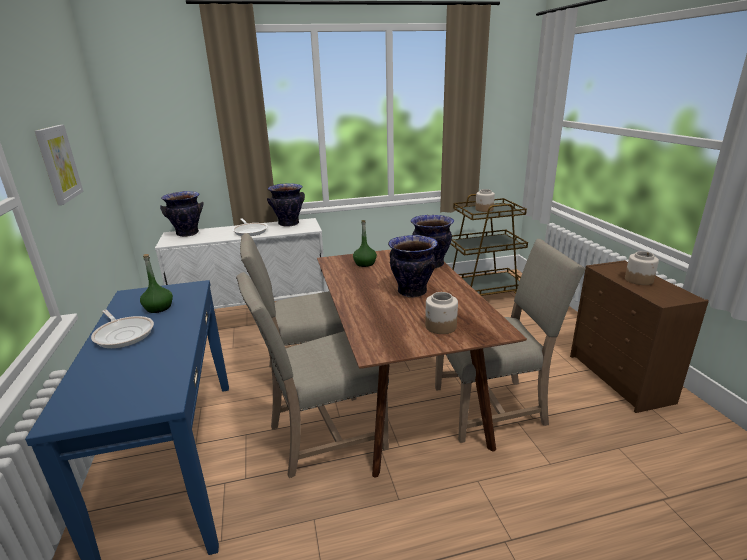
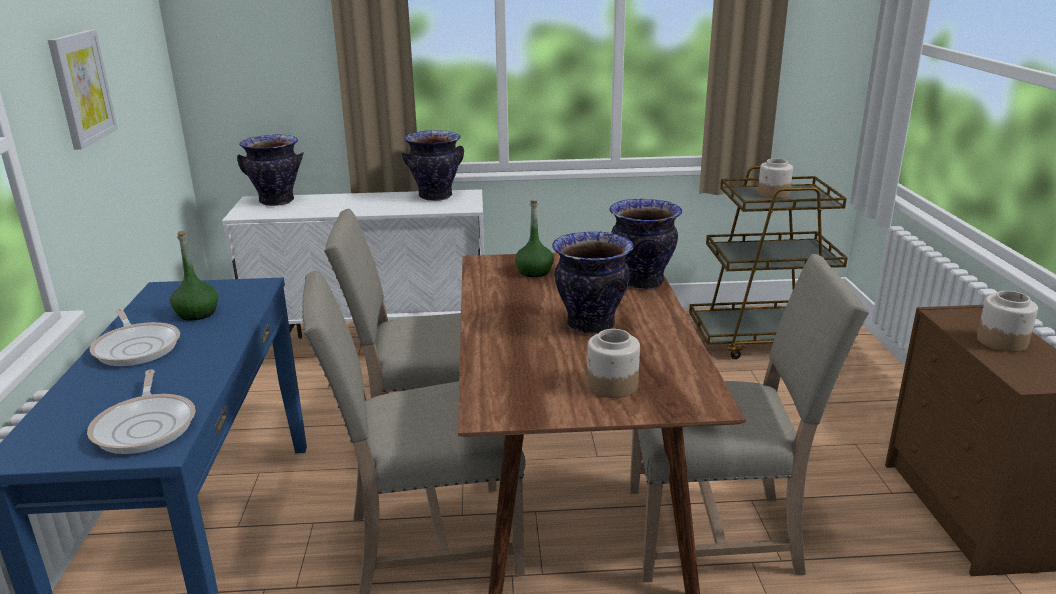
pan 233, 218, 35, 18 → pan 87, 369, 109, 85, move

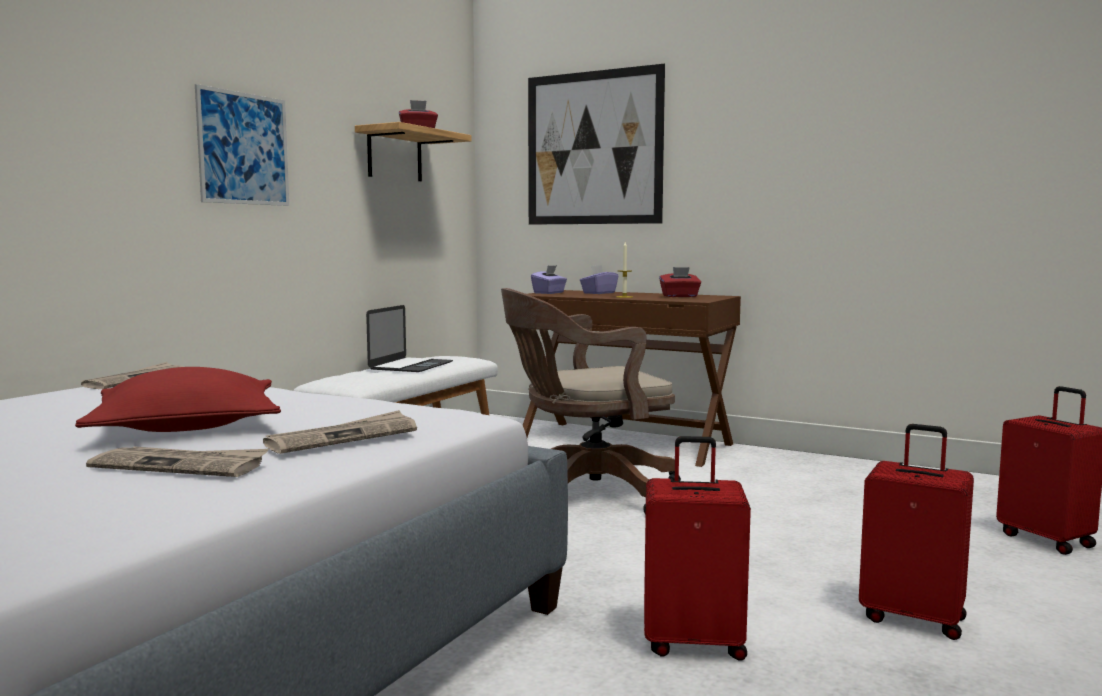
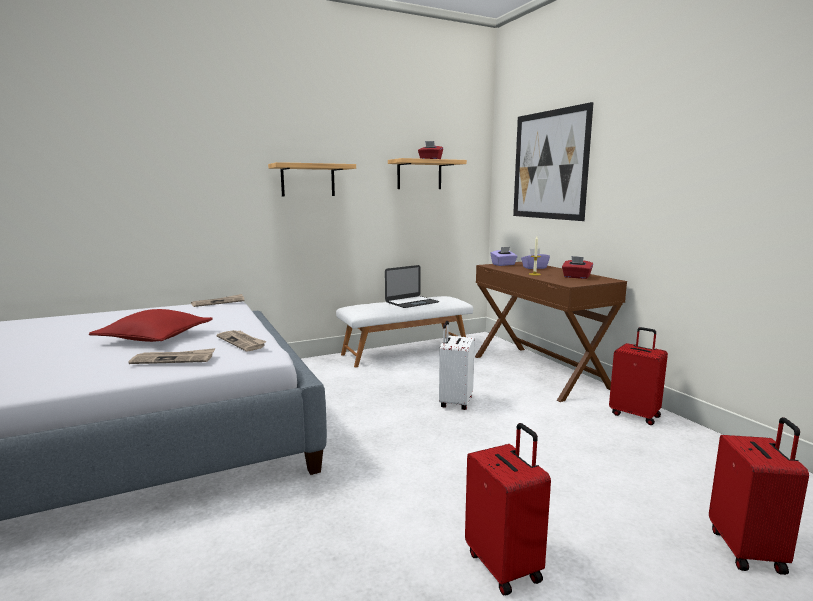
printed paper 86, 447, 183, 30 → printed paper 217, 330, 50, 21, move
wall art 195, 84, 94, 122 → wall shelf 268, 162, 88, 34
brown desk chair 501, 288, 180, 226 → white-coloured suitcase 439, 321, 36, 89
red-coloured suitcase 644, 436, 107, 225 → red-coloured suitcase 609, 327, 59, 98, move

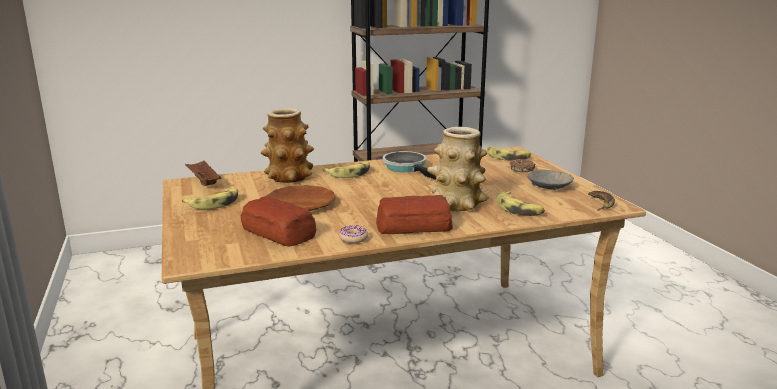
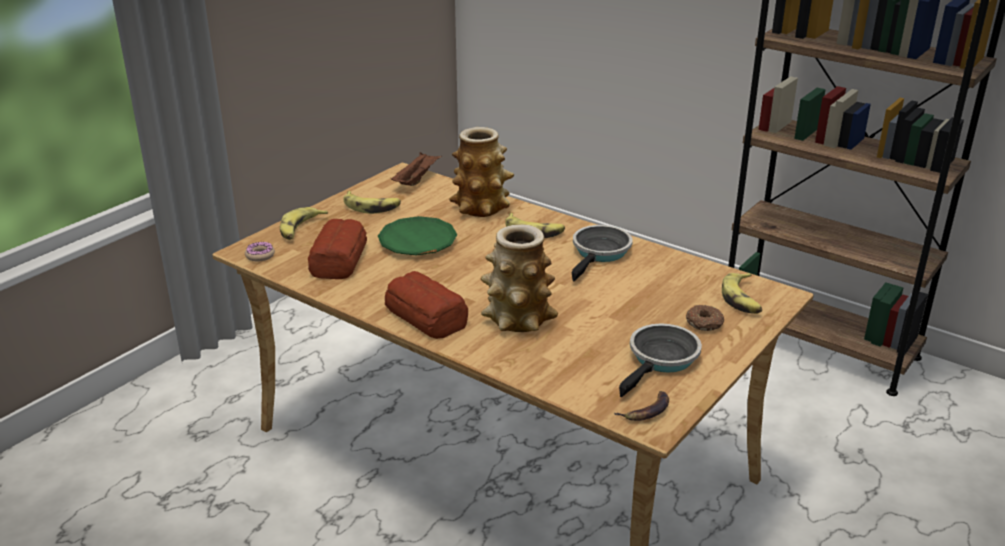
brown plate 266, 185, 70, 26 → green-coloured plate 378, 216, 79, 39
doughnut 339, 225, 29, 18 → doughnut 245, 242, 30, 20, move
banana 496, 191, 49, 25 → banana 280, 207, 48, 33, move
grey bowl 527, 170, 47, 20 → pan 619, 324, 83, 73

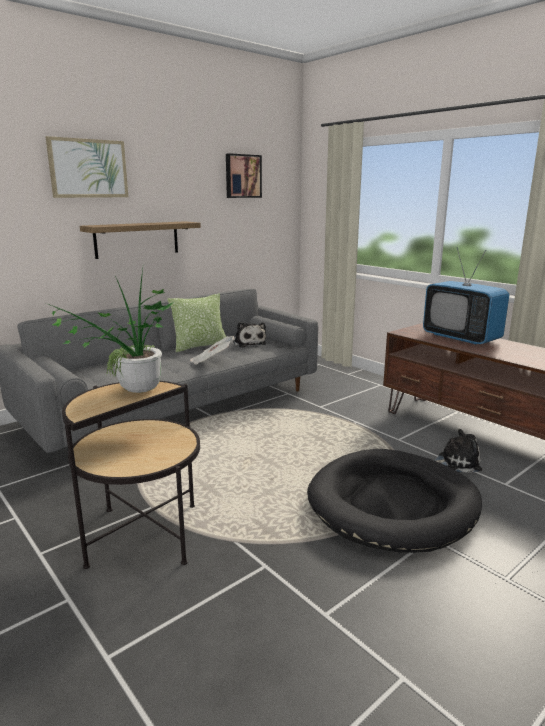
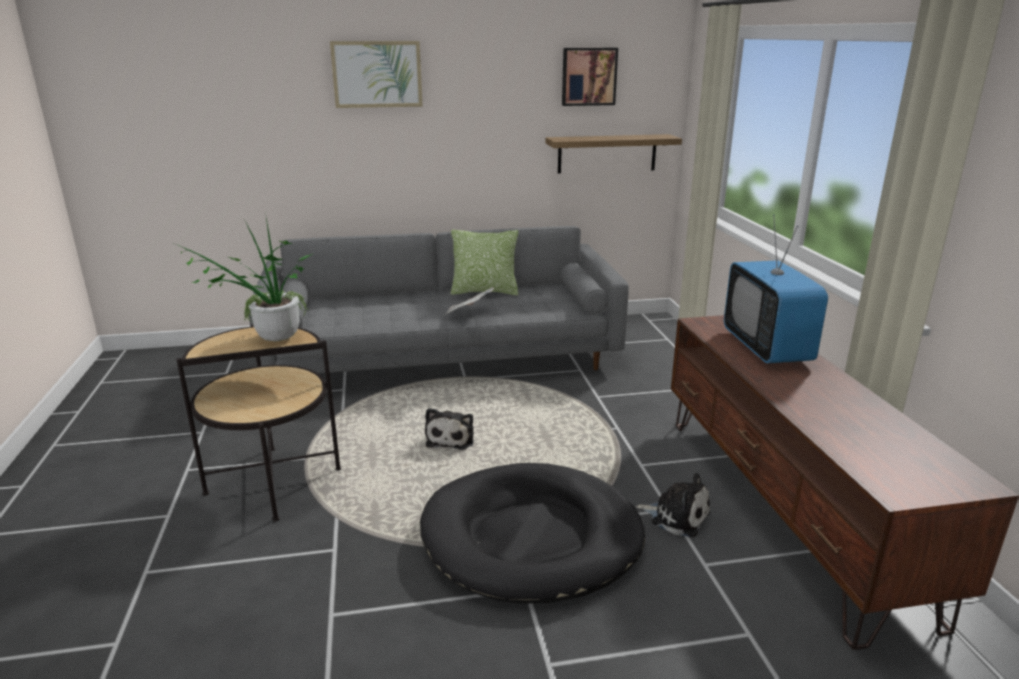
wall shelf 80, 221, 121, 38 → wall shelf 545, 134, 137, 40, move
cuddly toy 233, 322, 33, 26 → cuddly toy 425, 408, 49, 42, move

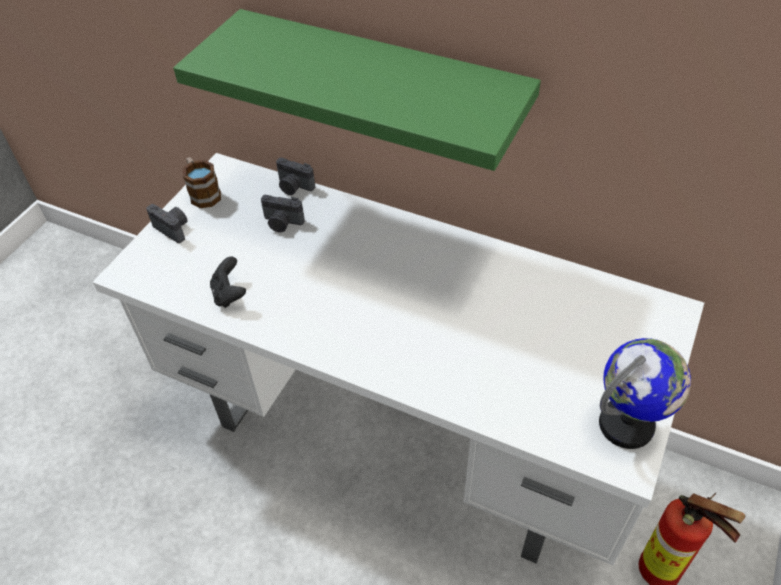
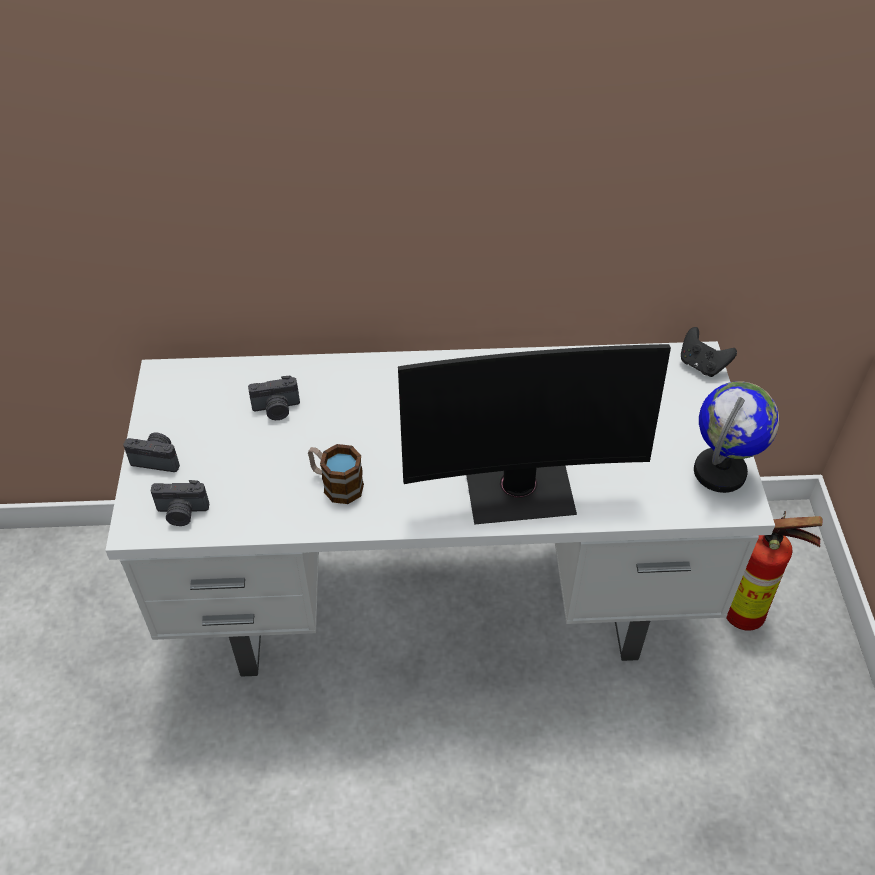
green-coloured wall shelf 173, 9, 368, 162 → -
coffee mug 183, 157, 38, 51 → coffee mug 308, 444, 56, 60, move
black-coloured game controller 210, 257, 36, 51 → black-coloured game controller 681, 327, 56, 50, move
still camera 276, 158, 39, 37 → still camera 151, 480, 58, 46, move
- → monitor 398, 344, 273, 180

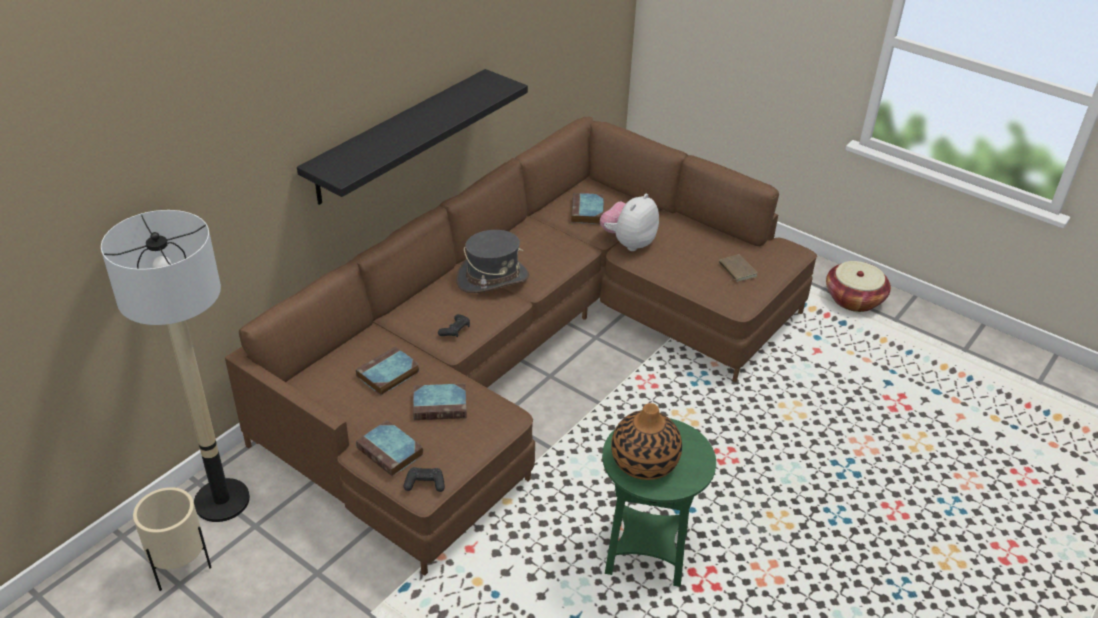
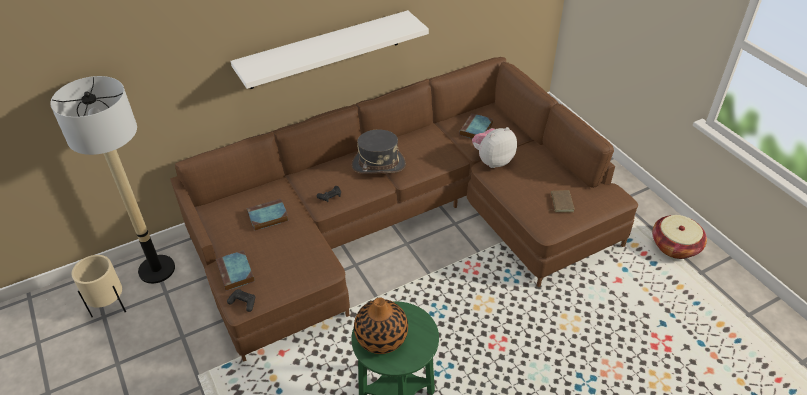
black-coloured wall shelf 297, 69, 231, 136 → white-coloured wall shelf 231, 10, 198, 79
bound book 413, 383, 54, 37 → -

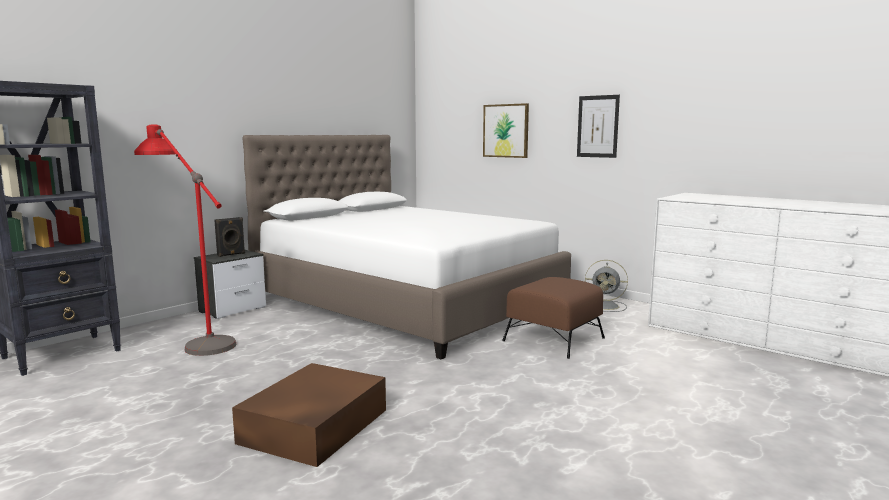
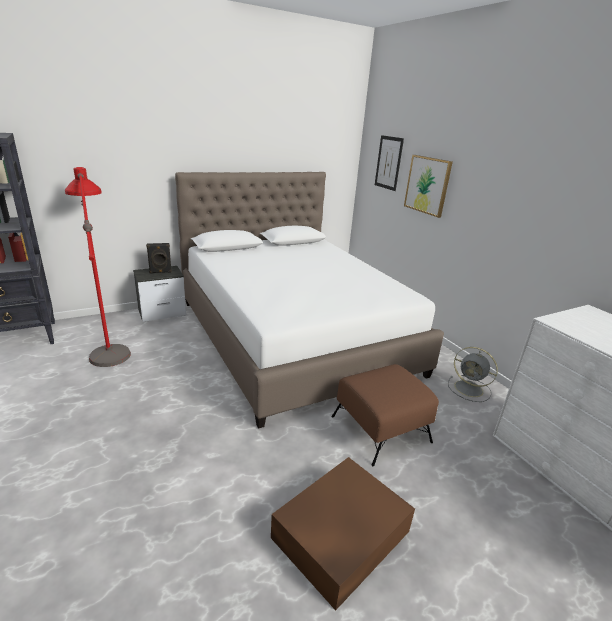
brown storage box 232, 363, 154, 104 → brown storage box 271, 457, 144, 154, move
wall art 577, 95, 43, 63 → wall art 375, 135, 29, 56, move

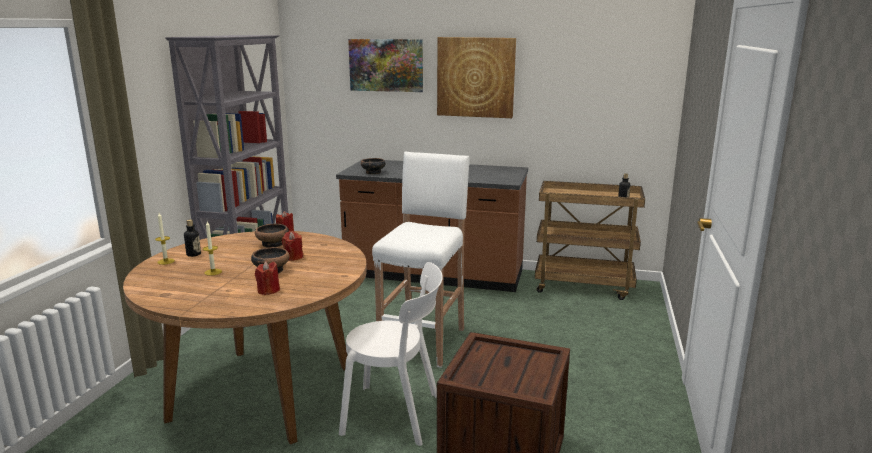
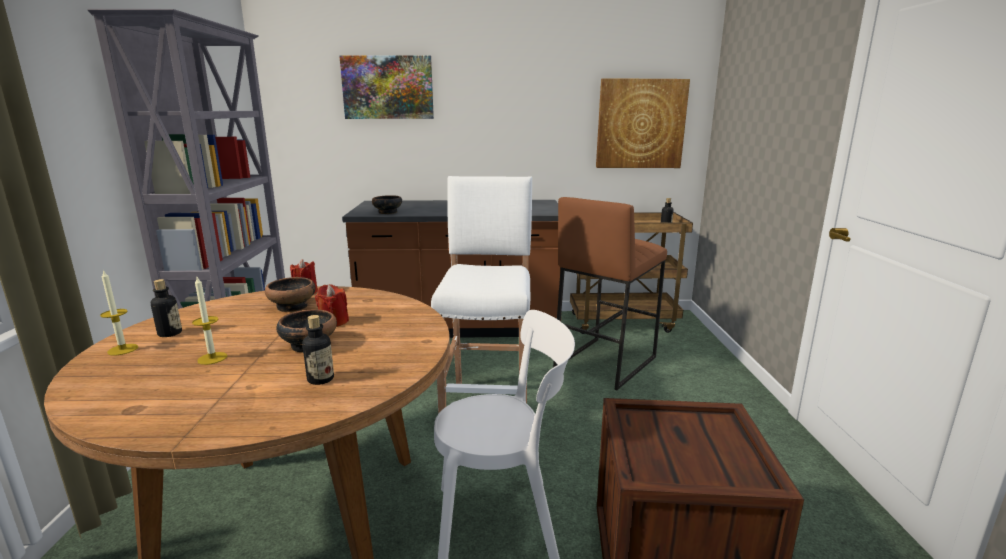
red-coloured candle 255, 261, 25, 34 → beverage bottle 303, 315, 31, 70
wall art 437, 37, 79, 81 → wall art 596, 78, 94, 90, move
- → brown stool seat 553, 197, 114, 193

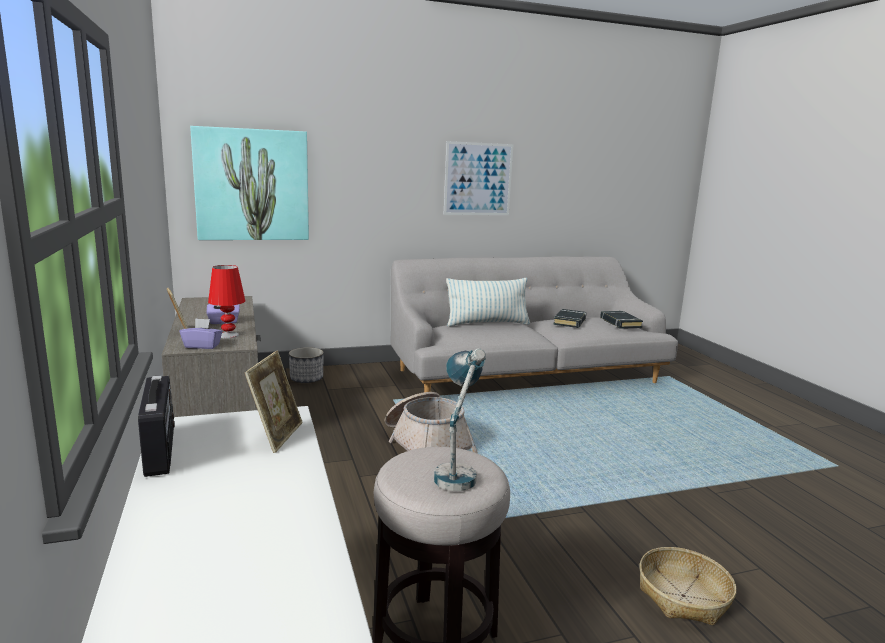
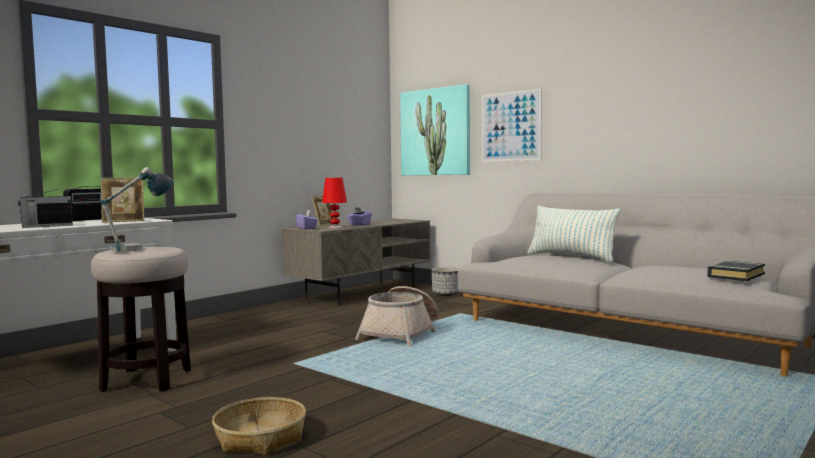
wall art 444, 141, 69, 74 → wall art 482, 88, 60, 74, move
black-coloured bound book 553, 309, 33, 19 → -
- → radio receiver 18, 188, 55, 40

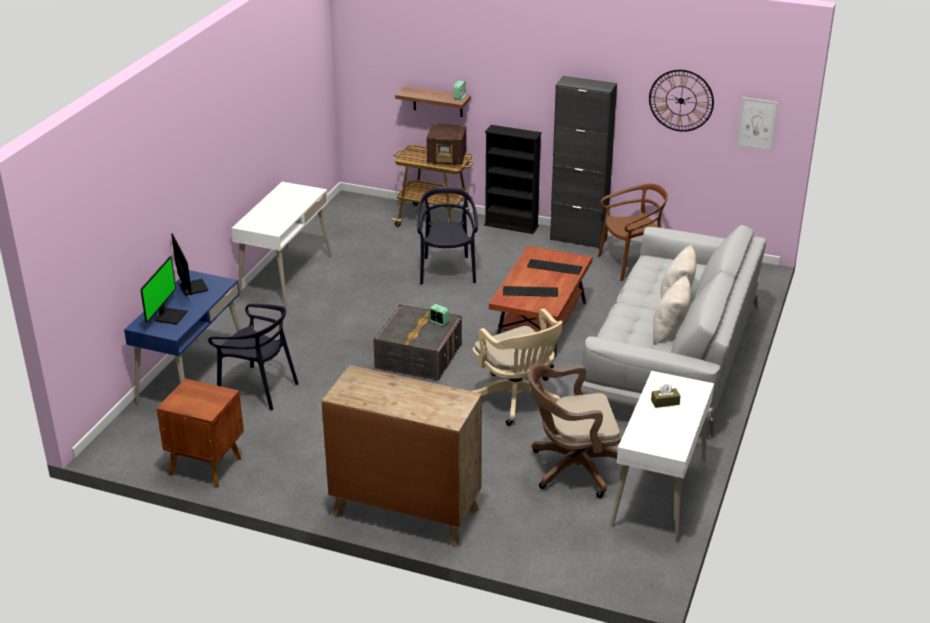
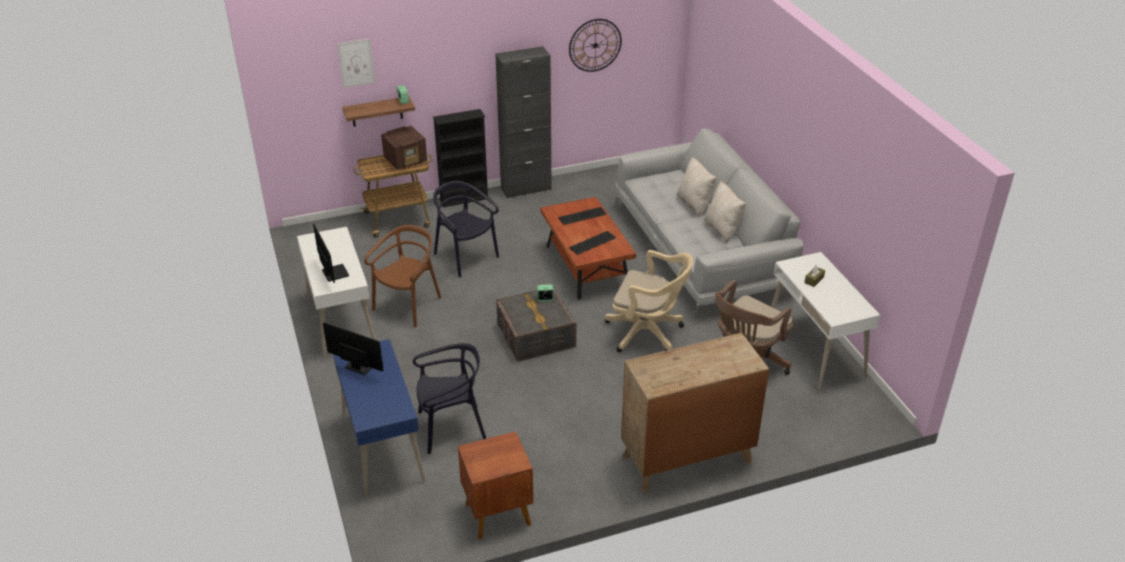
monitor 140, 256, 47, 69 → monitor 313, 224, 36, 59, move
brown plain chair 598, 184, 70, 97 → brown plain chair 364, 225, 77, 102, move
wall art 737, 97, 42, 54 → wall art 337, 39, 38, 49, move

